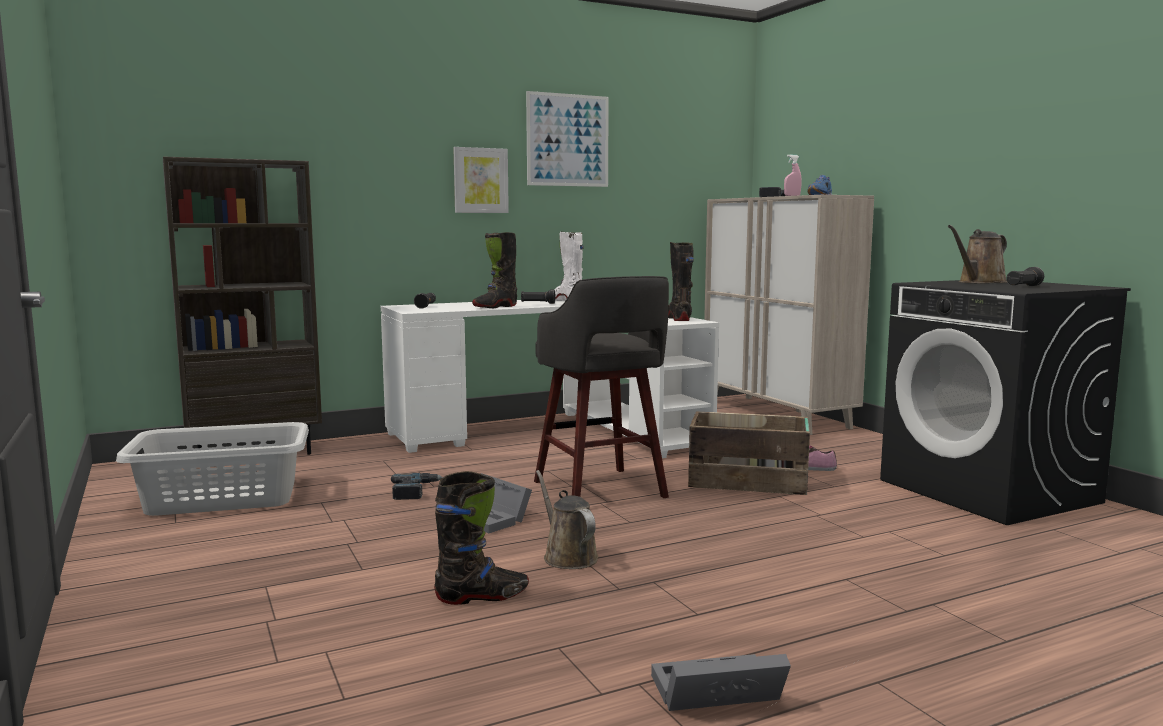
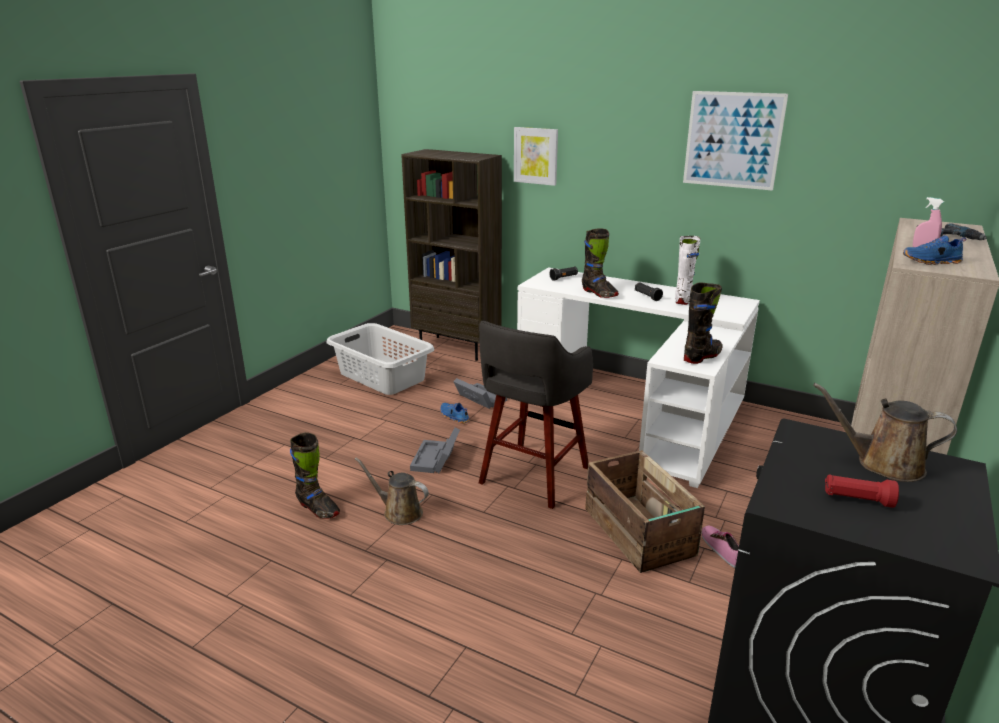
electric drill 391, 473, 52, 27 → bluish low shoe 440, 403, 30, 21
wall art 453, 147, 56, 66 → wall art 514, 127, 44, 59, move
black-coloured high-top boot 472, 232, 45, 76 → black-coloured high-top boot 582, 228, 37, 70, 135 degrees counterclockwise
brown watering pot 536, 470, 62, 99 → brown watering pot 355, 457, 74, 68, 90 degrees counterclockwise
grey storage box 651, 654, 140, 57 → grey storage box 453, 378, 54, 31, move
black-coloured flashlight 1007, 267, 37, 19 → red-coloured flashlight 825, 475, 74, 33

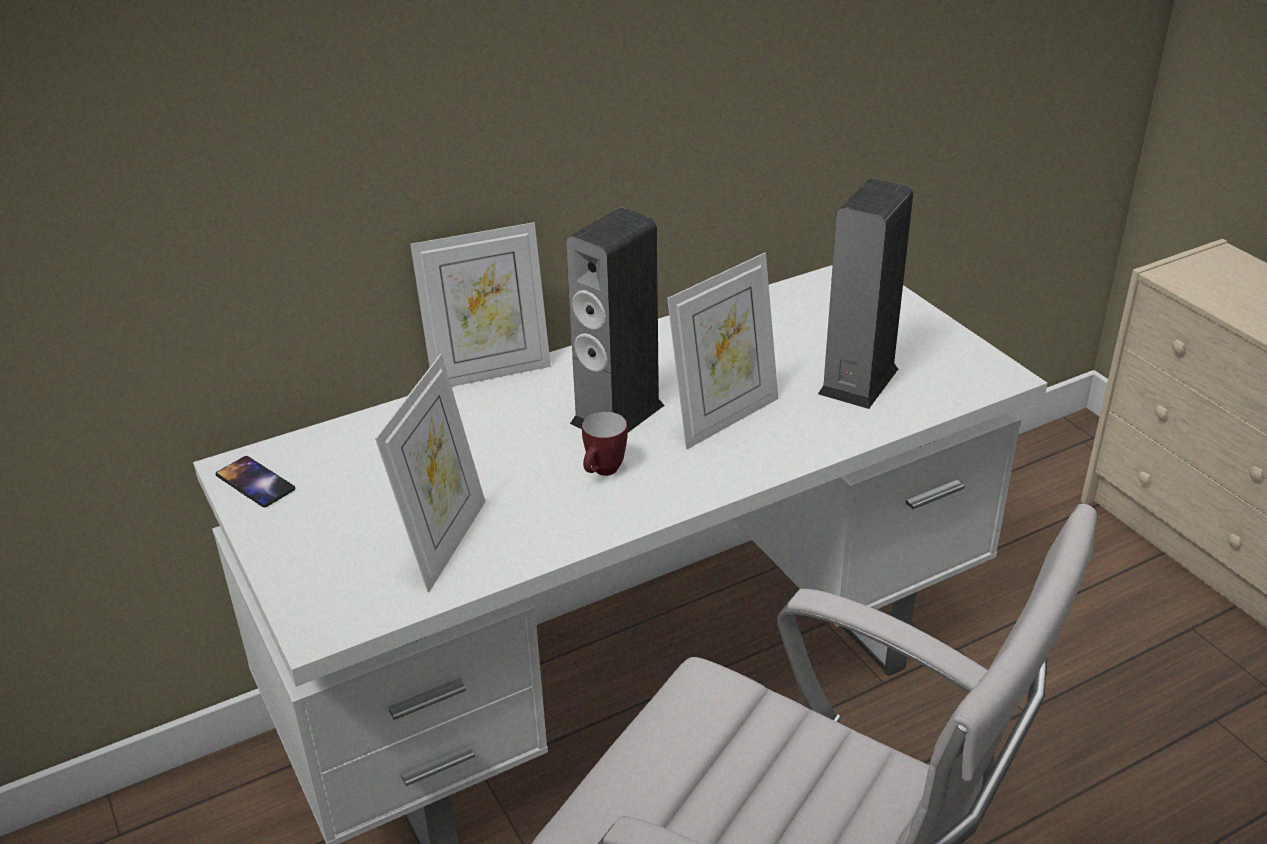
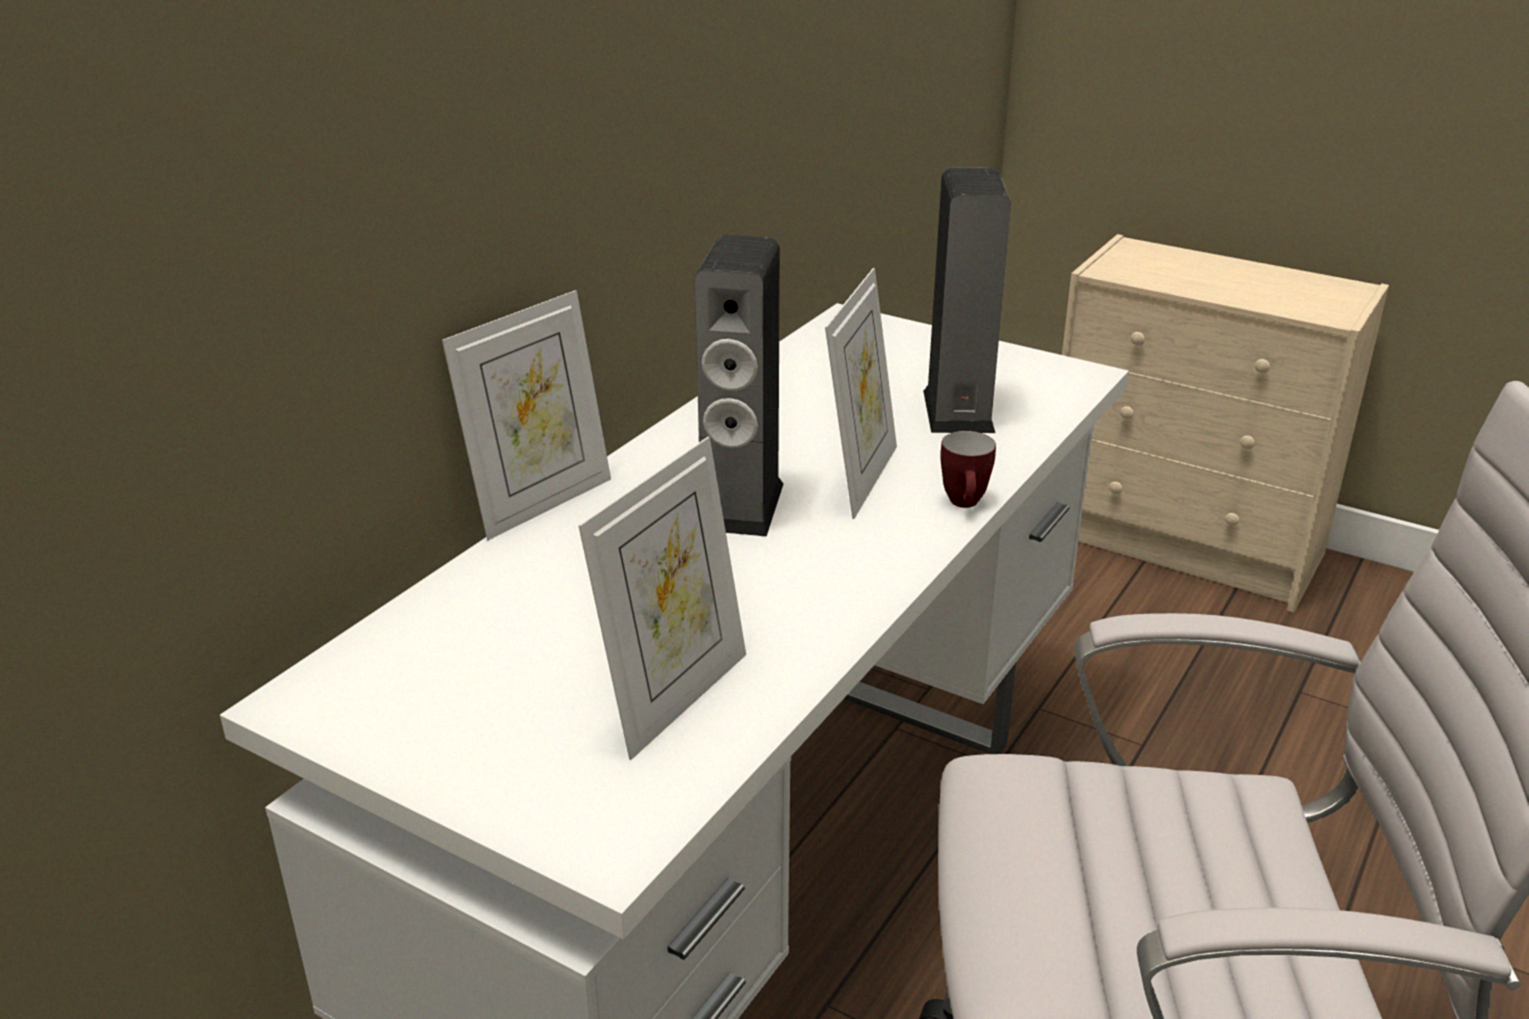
handset 216, 456, 79, 51 → -
photo frame 375, 354, 111, 238 → photo frame 578, 437, 168, 323, 45 degrees clockwise
coffee mug 582, 412, 46, 64 → coffee mug 940, 431, 56, 77, move

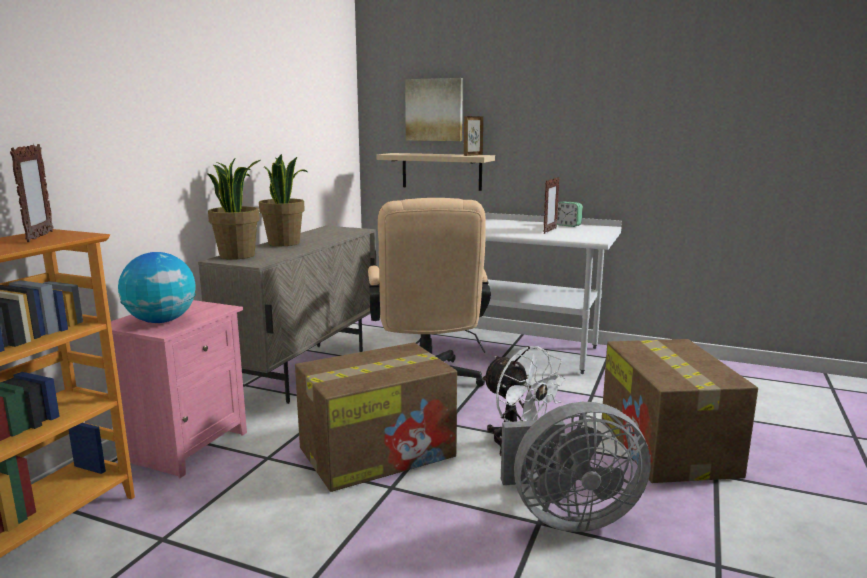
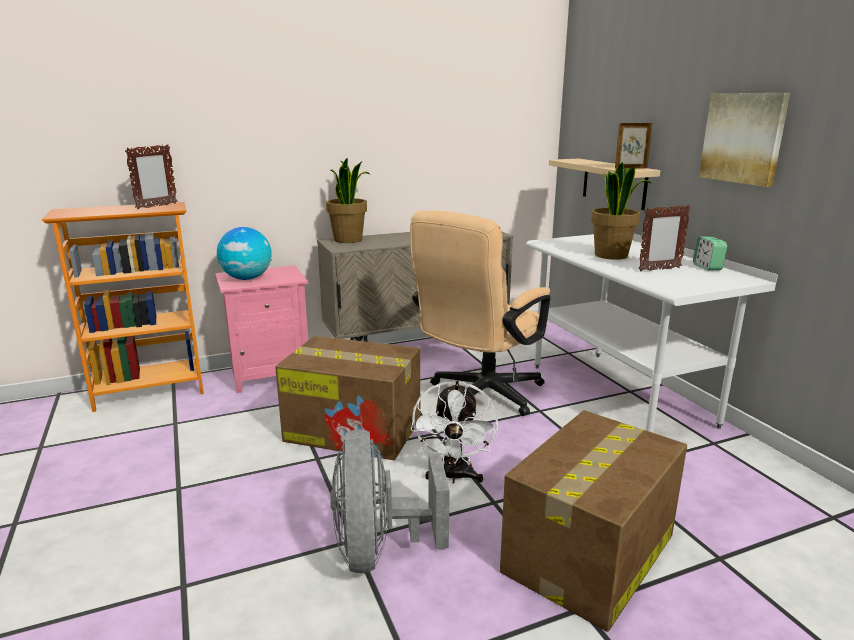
plant in a pot 259, 154, 48, 92 → plant in a pot 591, 162, 61, 98, move
wall art 405, 78, 58, 63 → wall art 699, 93, 91, 94, move
grey electric fan 501, 402, 150, 130 → grey electric fan 330, 429, 120, 144, 45 degrees clockwise

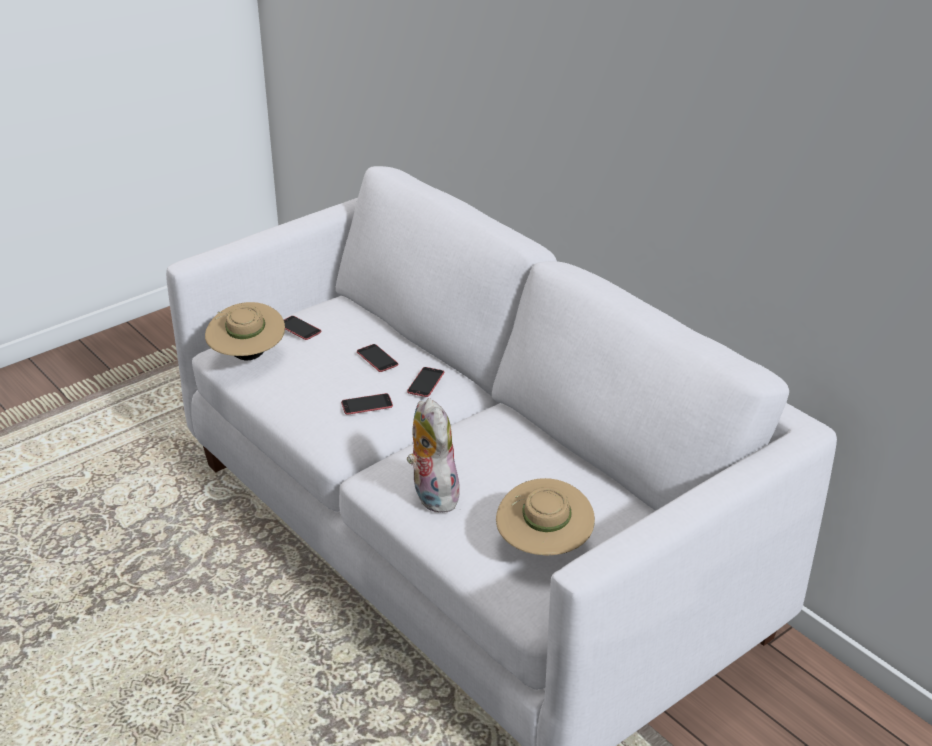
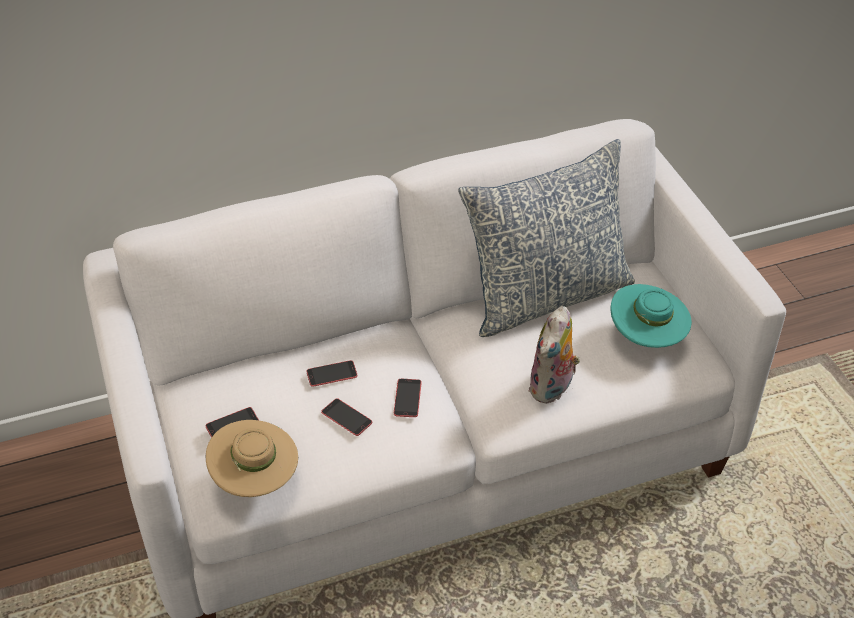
handset 407, 367, 37, 30 → handset 321, 398, 51, 38, move
cuddly toy 407, 398, 53, 115 → cuddly toy 528, 306, 52, 98, 60 degrees counterclockwise
sand-coloured clothing hat 496, 478, 99, 77 → turquoise-coloured clothing hat 610, 284, 82, 64
- → cushion 458, 139, 177, 198

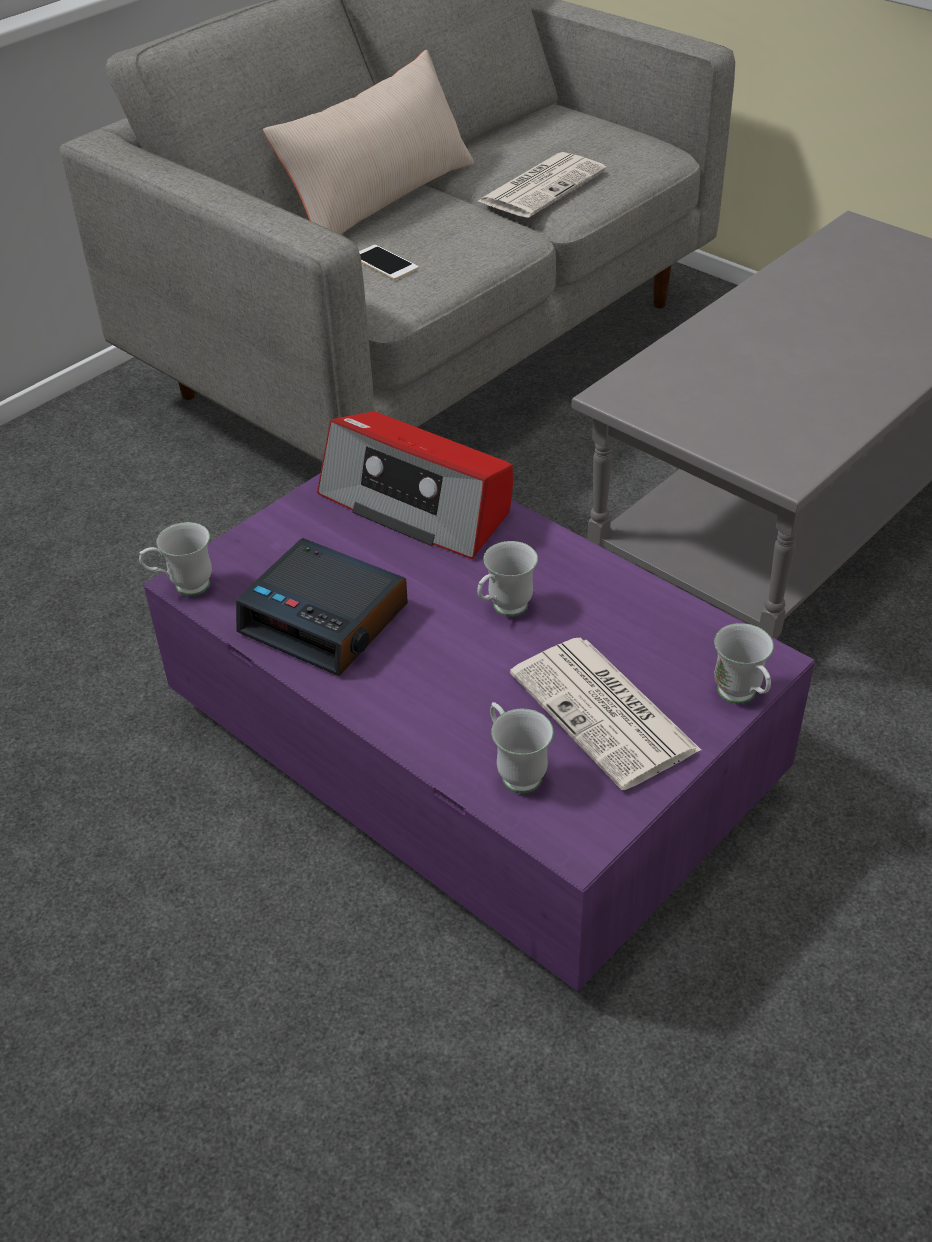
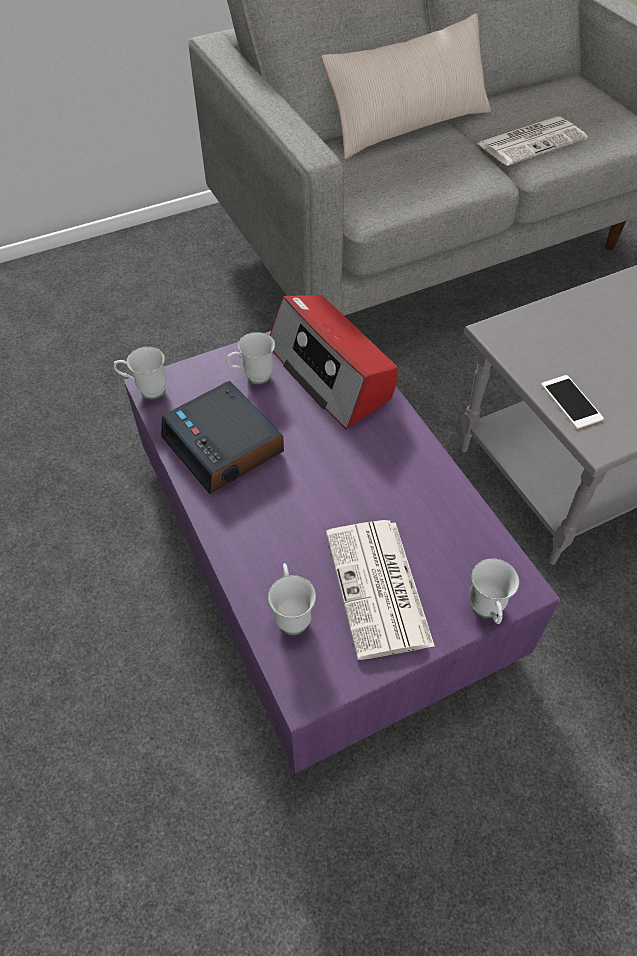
handset 359, 245, 60, 35 → handset 541, 375, 63, 54, move
white-coloured coffee mug 477, 541, 61, 75 → white-coloured coffee mug 226, 332, 49, 52, move

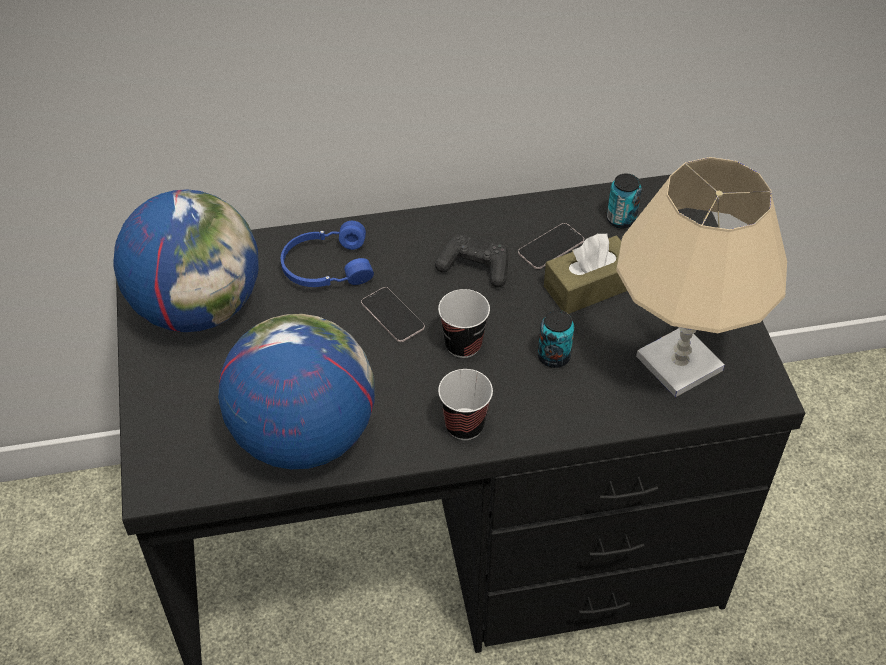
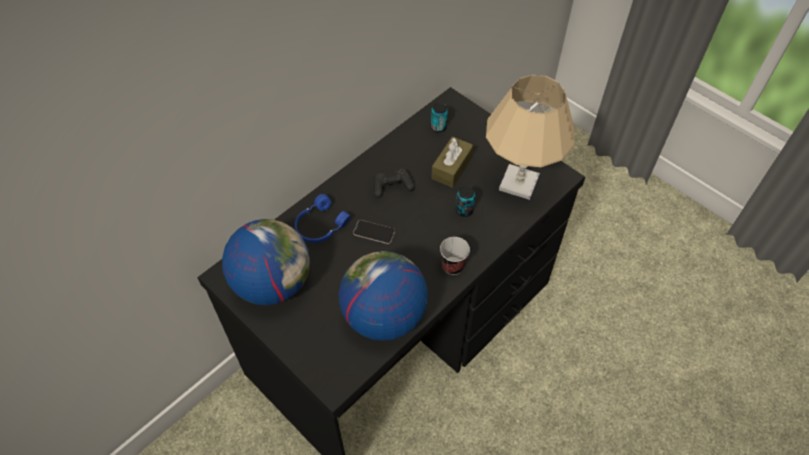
cup 438, 289, 52, 69 → -
handset 518, 223, 66, 46 → -

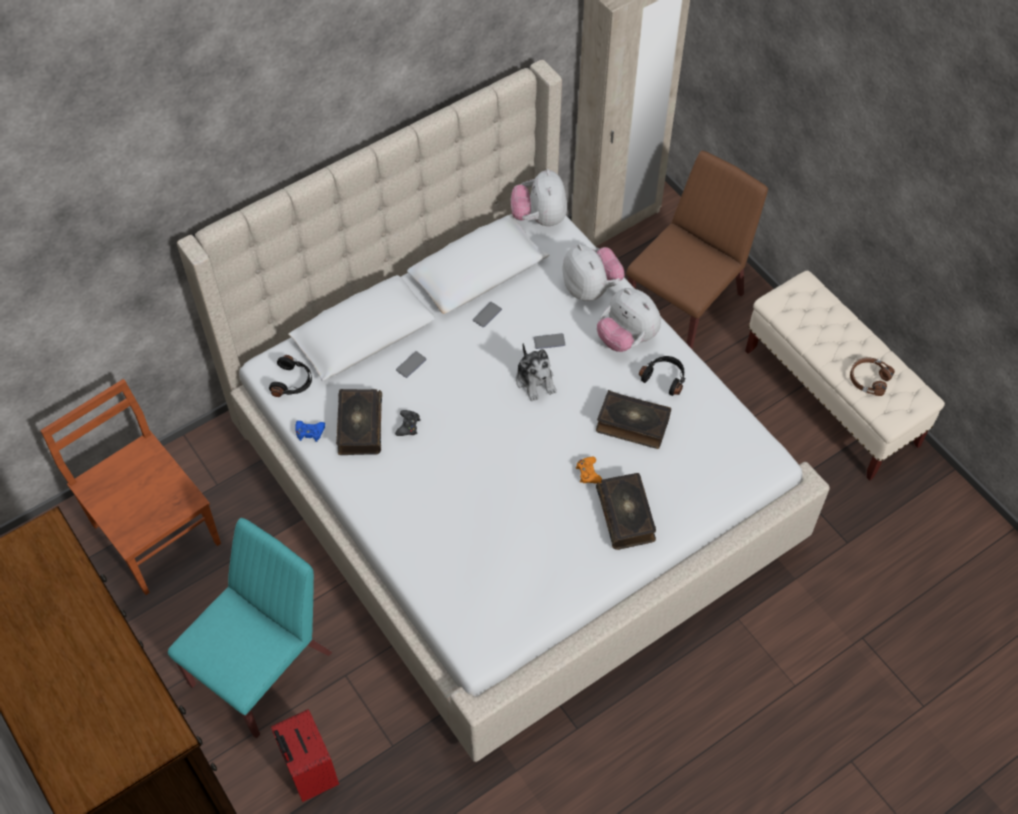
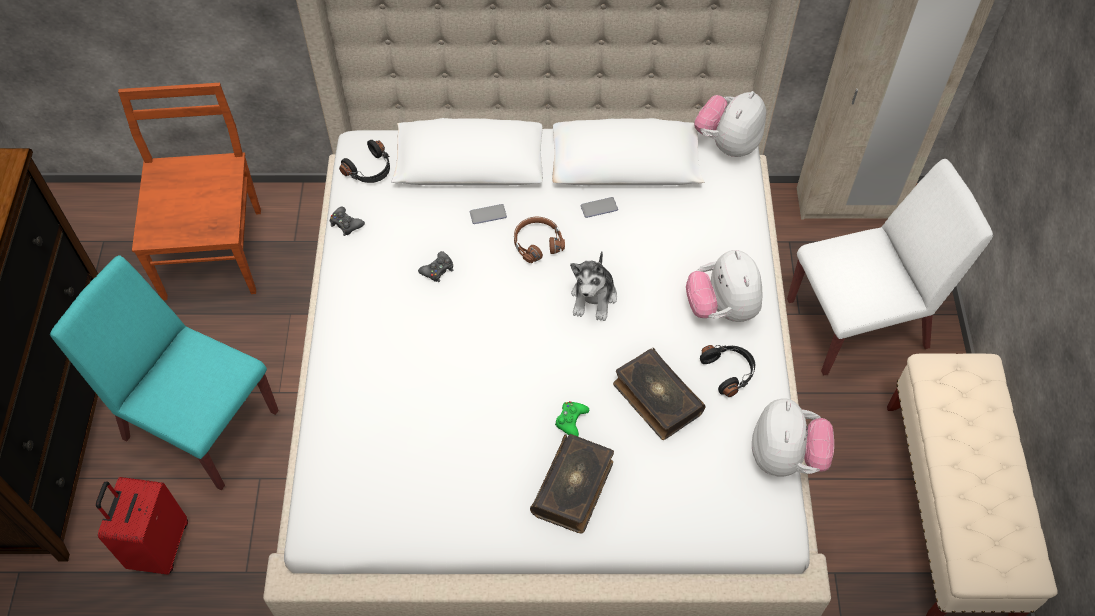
turquoise-coloured plain chair 168, 518, 164, 220 → turquoise-coloured plain chair 50, 255, 229, 235, 135 degrees counterclockwise
bluish game controller 295, 421, 30, 21 → black-coloured game controller 330, 206, 35, 30
bound book 336, 389, 46, 66 → -
handset 534, 333, 32, 16 → -
cuddly toy 562, 244, 62, 57 → cuddly toy 752, 398, 82, 79, move
orange game controller 576, 457, 26, 27 → green-coloured game controller 555, 401, 34, 35
brown plain chair 626, 151, 142, 198 → white-coloured plain chair 787, 159, 206, 217
brown pair of headphones 850, 357, 45, 39 → brown pair of headphones 514, 217, 51, 46, move

